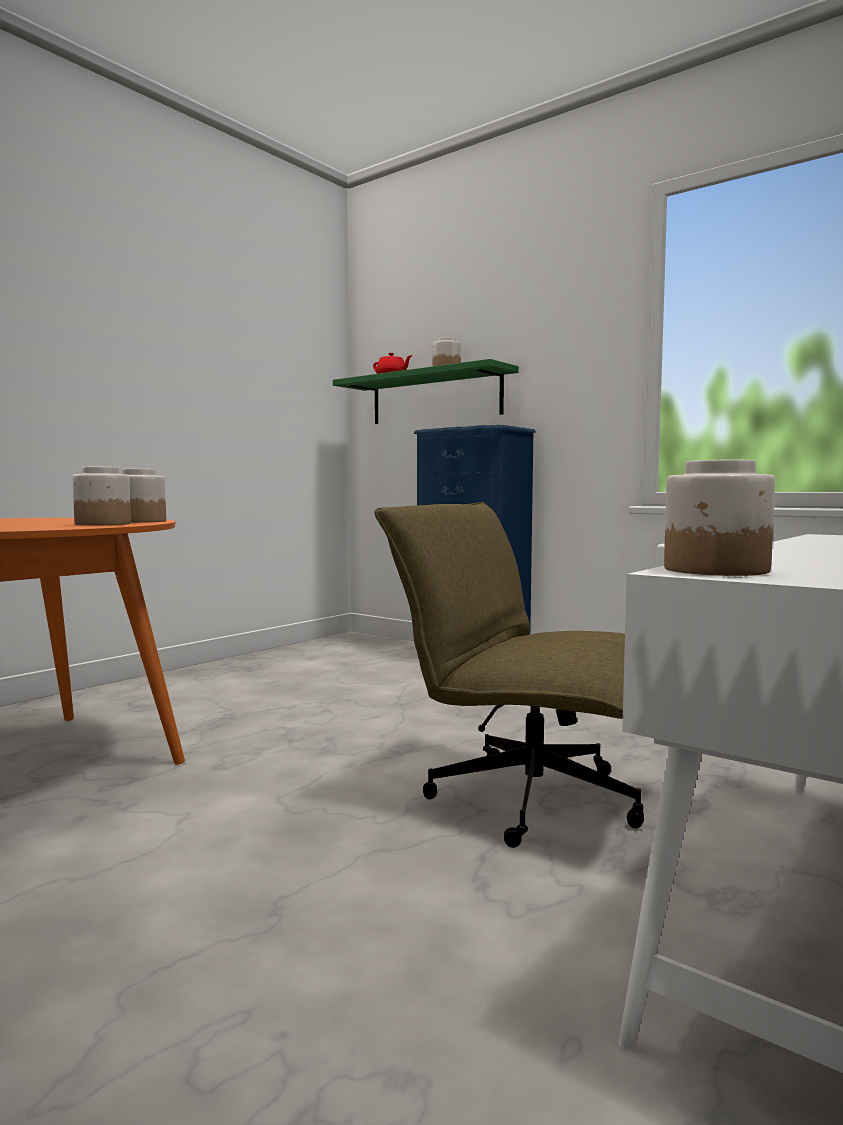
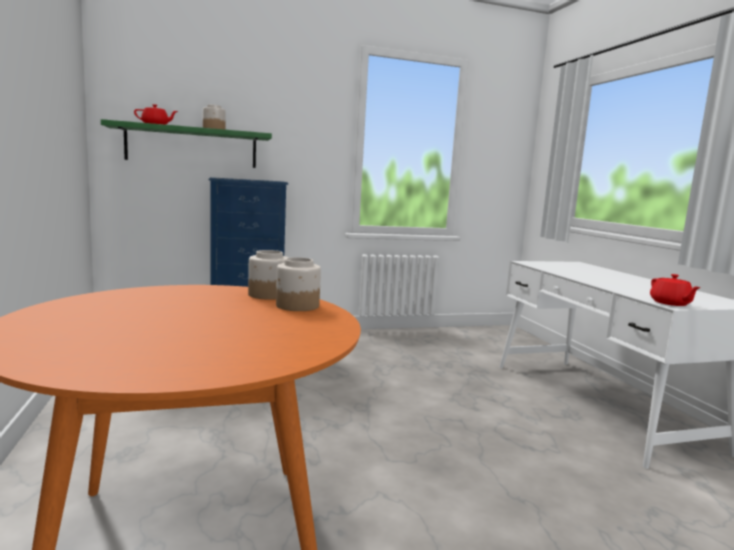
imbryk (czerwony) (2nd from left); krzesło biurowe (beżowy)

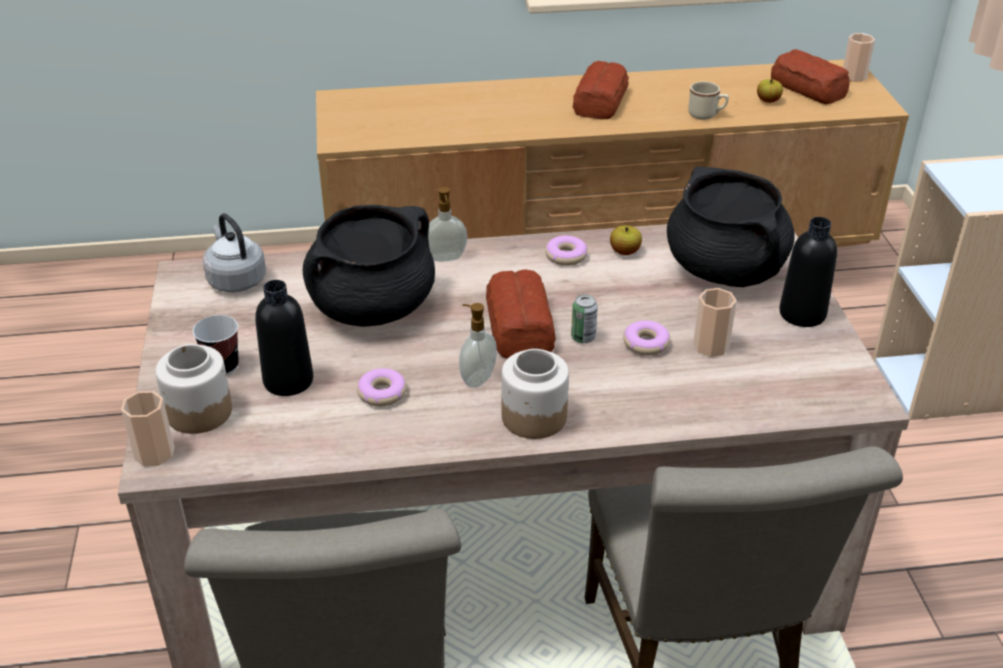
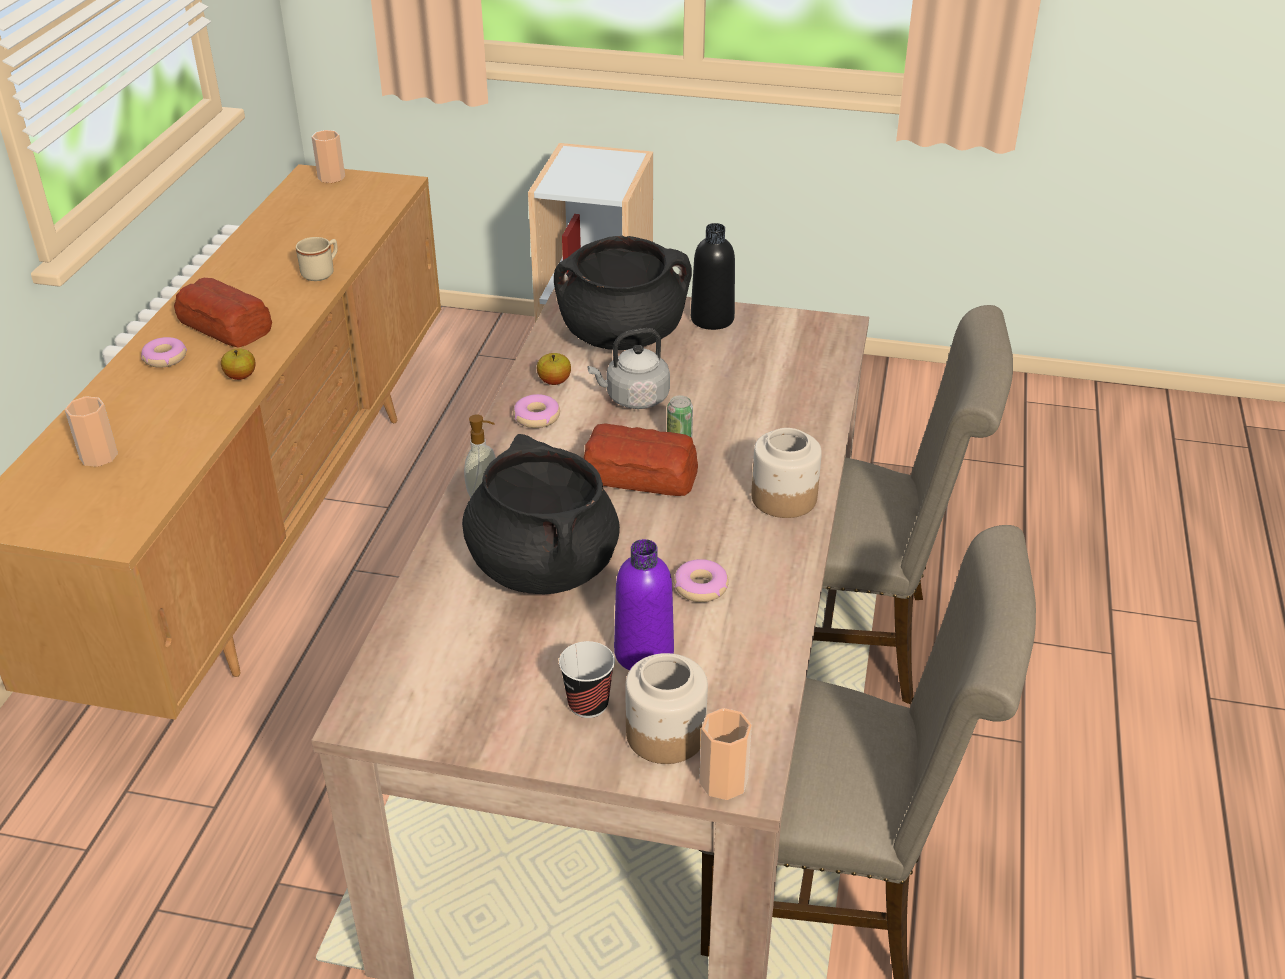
chleb (3rd from left in the first image); jabłko (1st from left); czajnik (szary); butelka (fioletowy); filiżanka (1st from left); dozownik mydła (2nd from left in the first image); donut (1st from left)

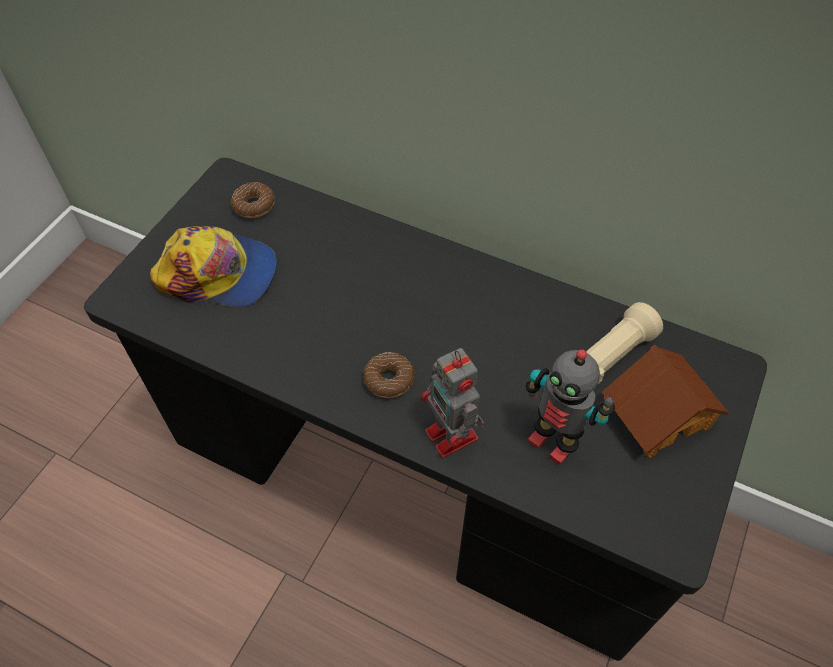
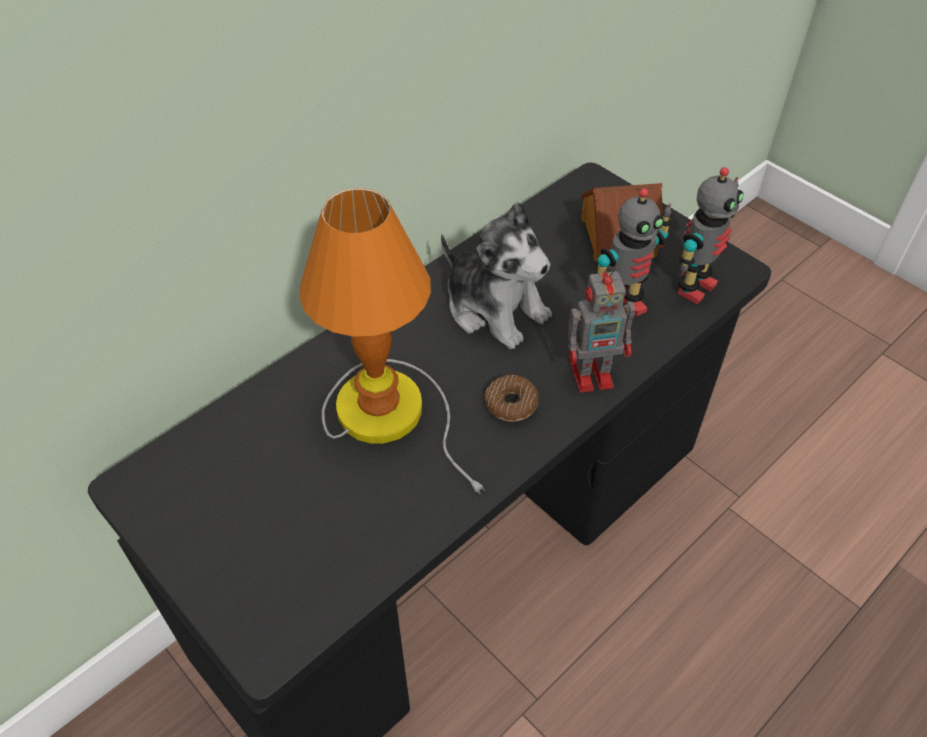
donut (1st from left in the first image); czapka z daszkiem; latarka (beżowy); robot zabawkowy (3rd from left); lampa stołowa; pluszak

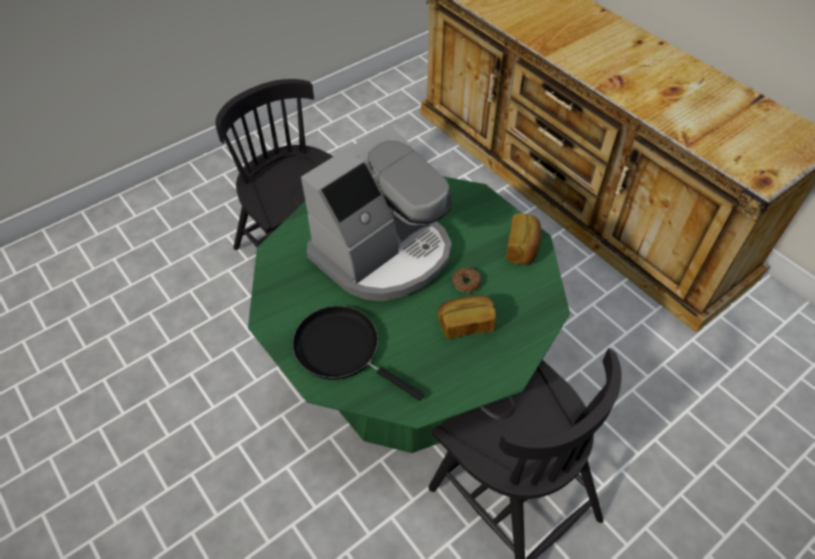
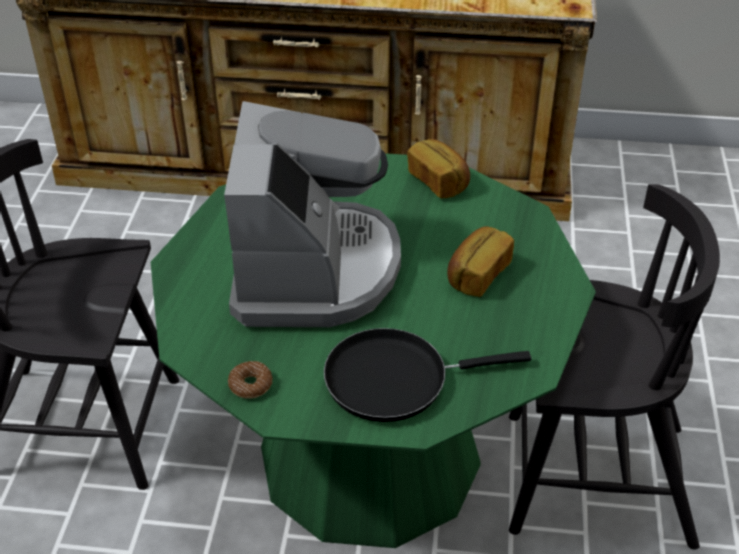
donut

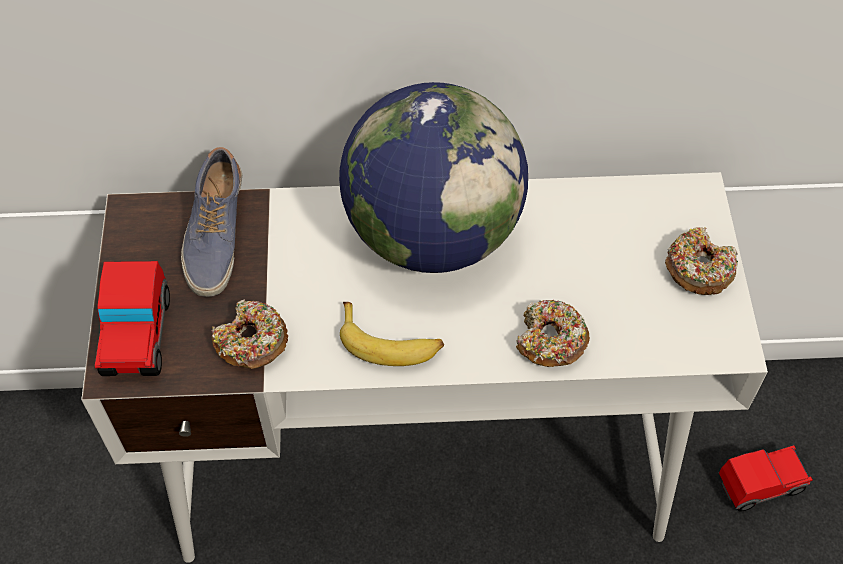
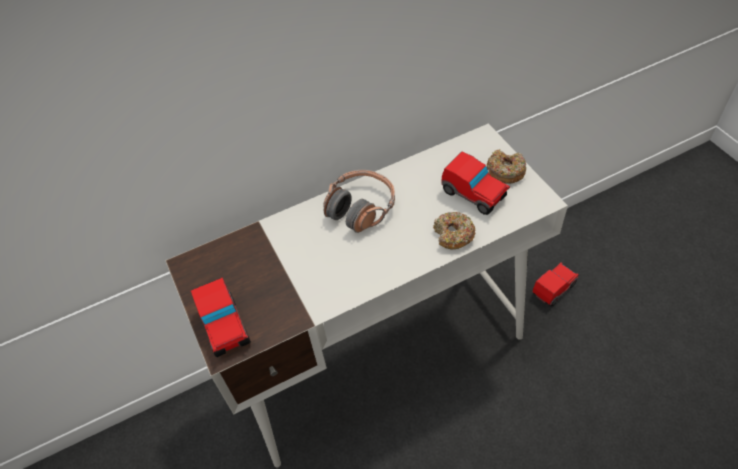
słuchawki; but; donut (1st from left in the first image); banan; samochodzik (2nd from left)

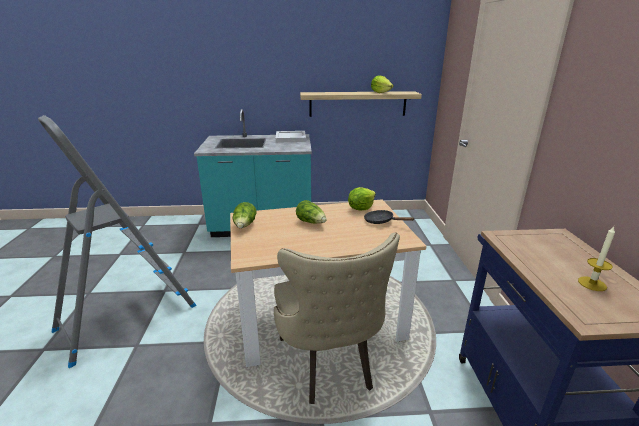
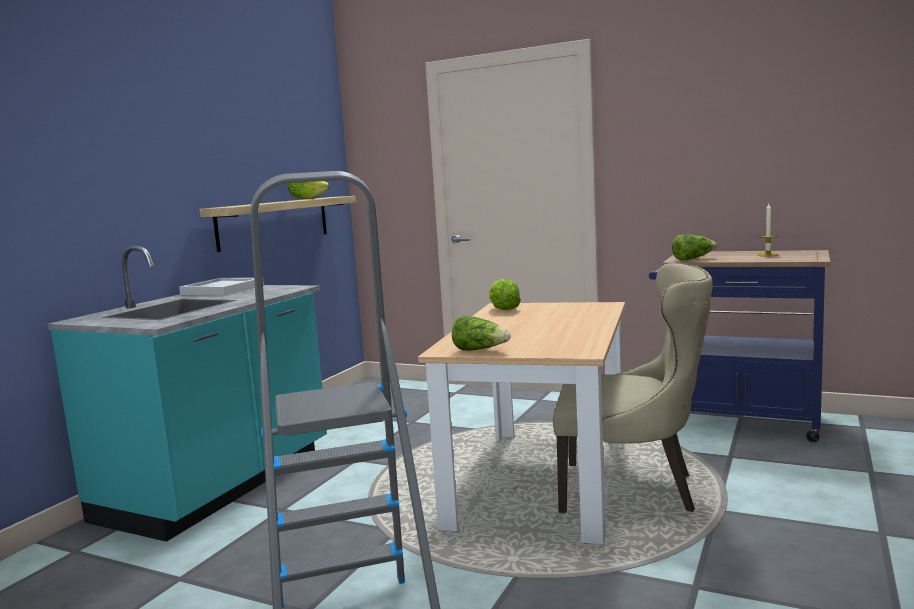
sałata (4th from left); patelnia (czarny)

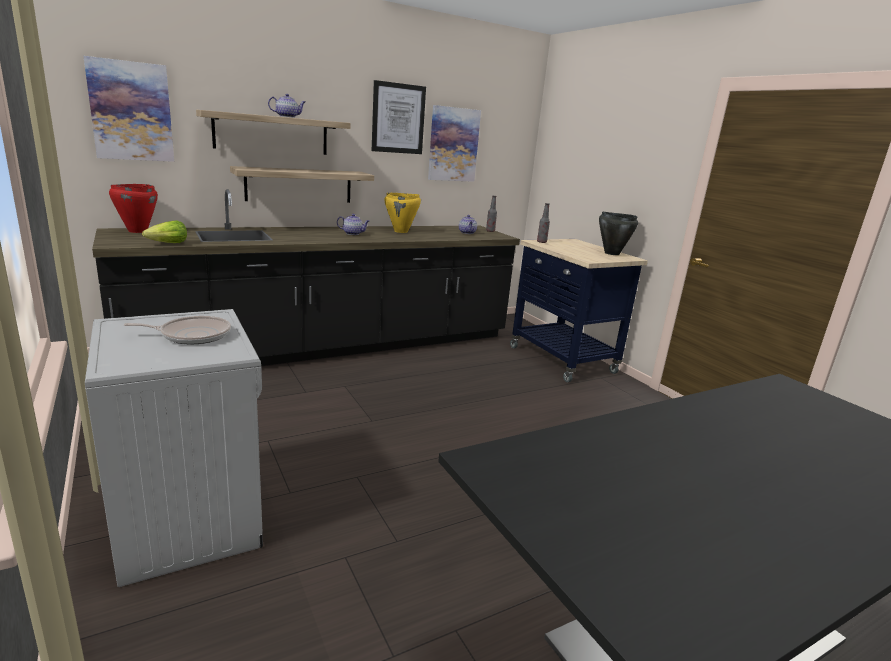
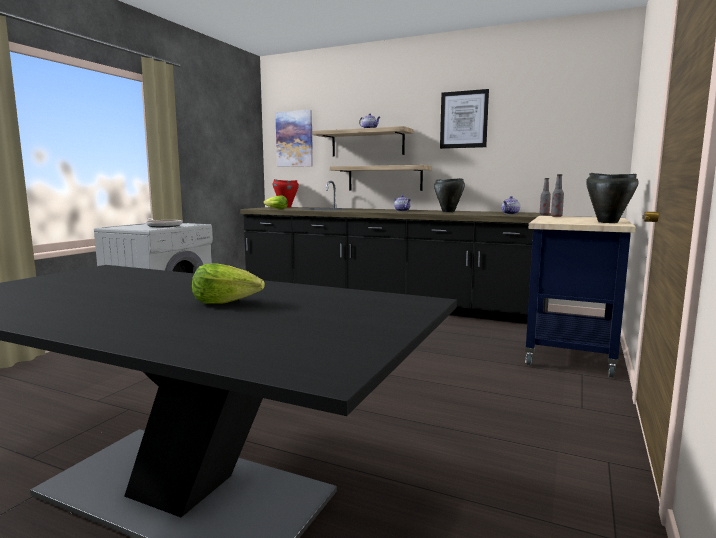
obraz (3rd from left in the first image); garnek (czarny) (1st from left); sałata (1st from left)

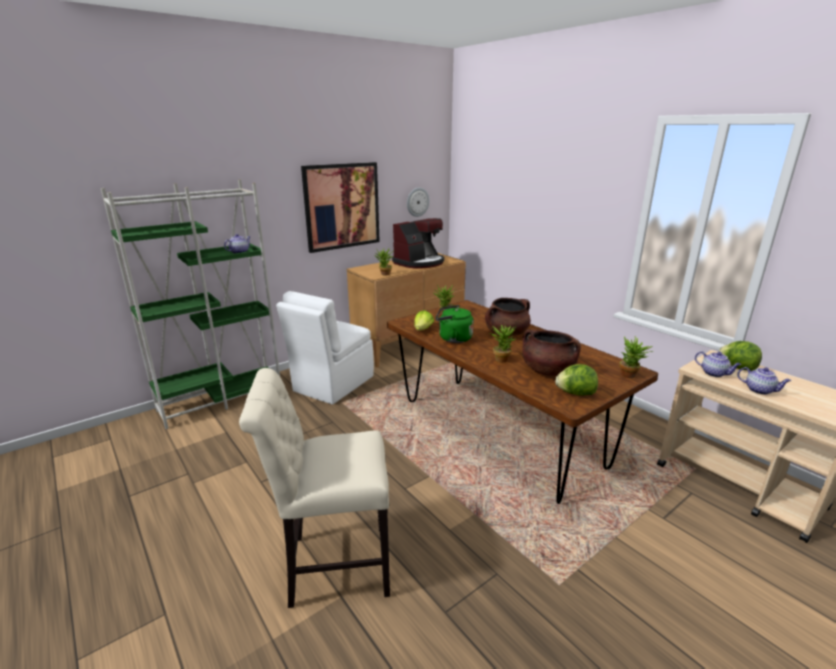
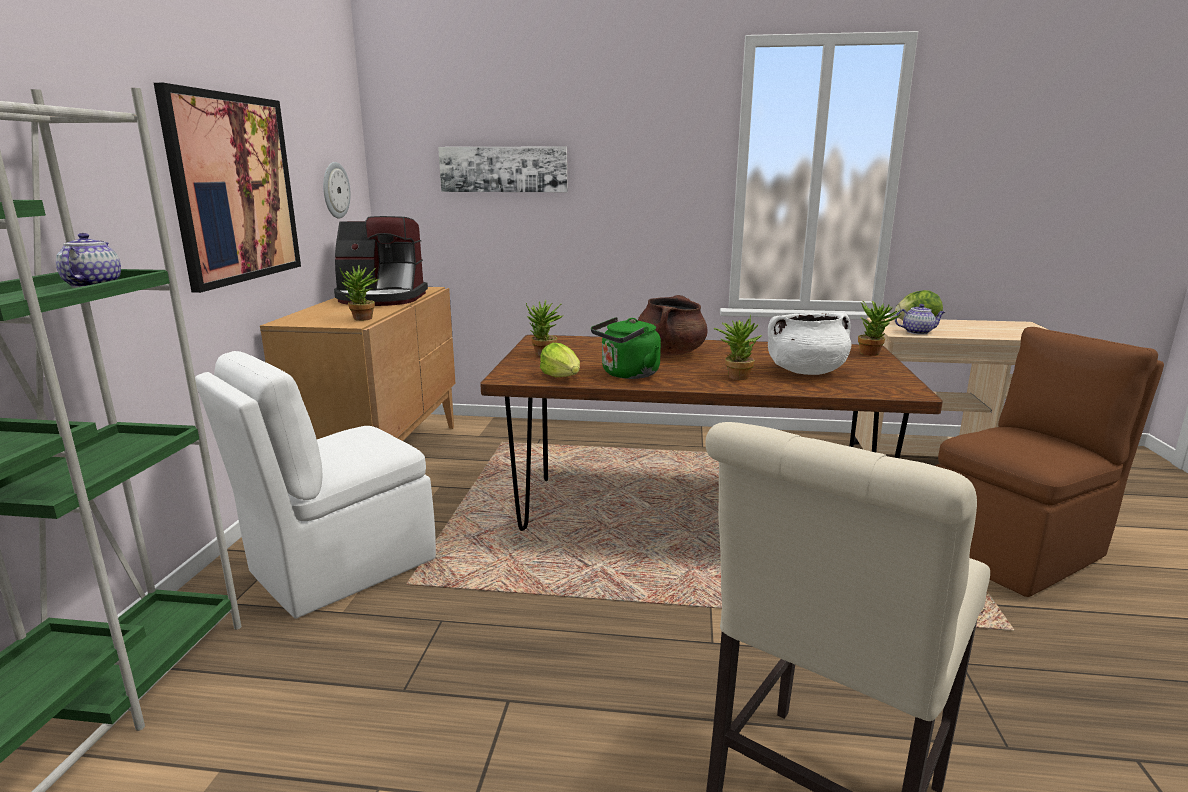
ekspres do kawy; krzesło (biały); garnek (biały); sałata (2nd from left in the first image); imbryk (3rd from left in the first image); obraz (2nd from left); krzesło (brązowy)

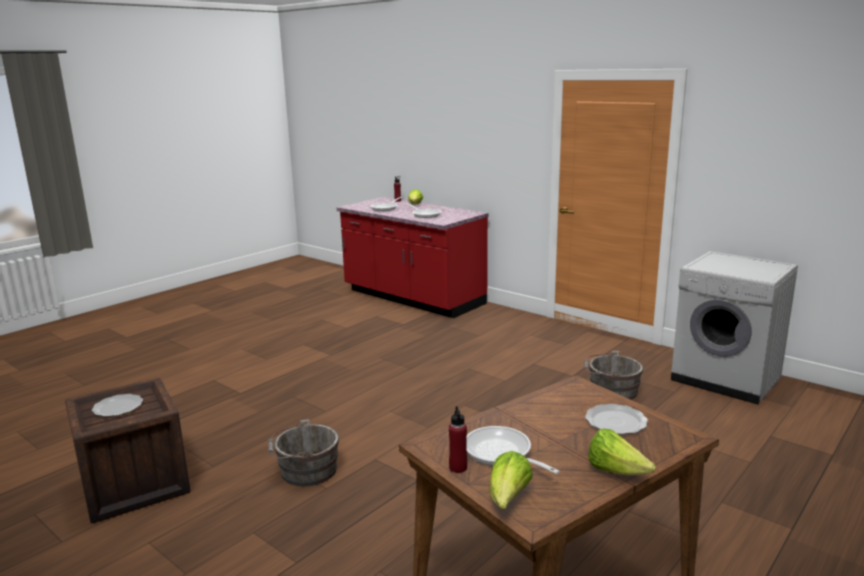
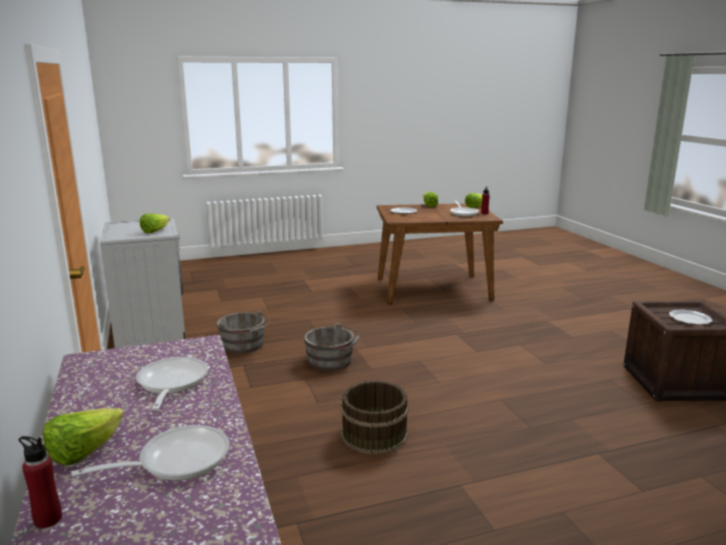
wiadro (szary) (2nd from left); sałata (2nd from left); wiadro (brązowy)

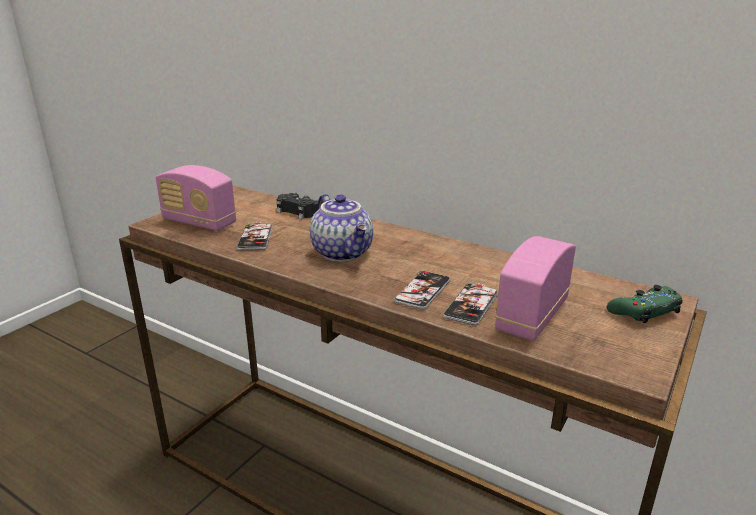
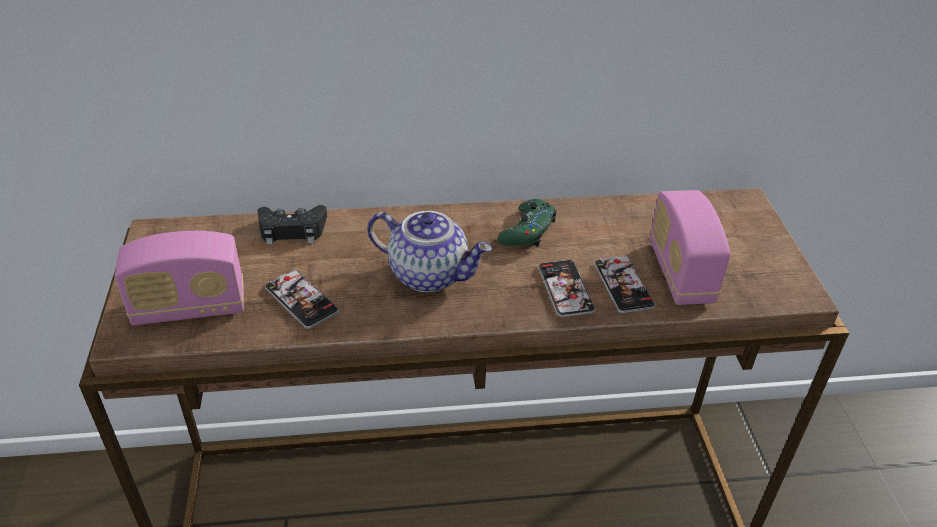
pad do gier (zielony)

